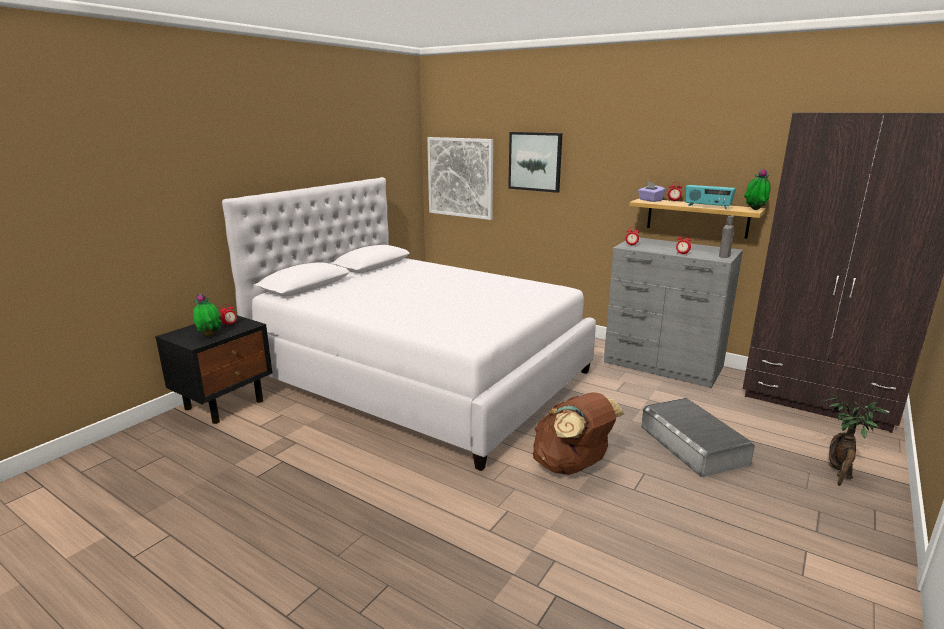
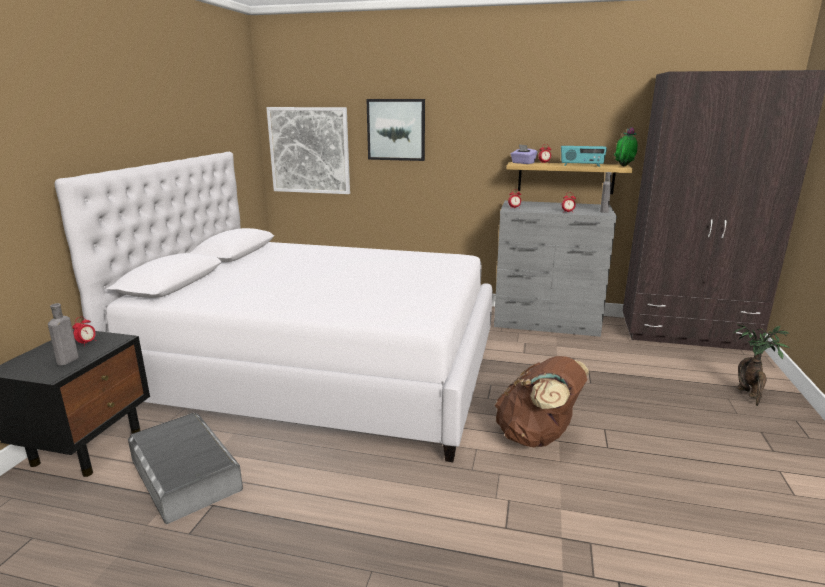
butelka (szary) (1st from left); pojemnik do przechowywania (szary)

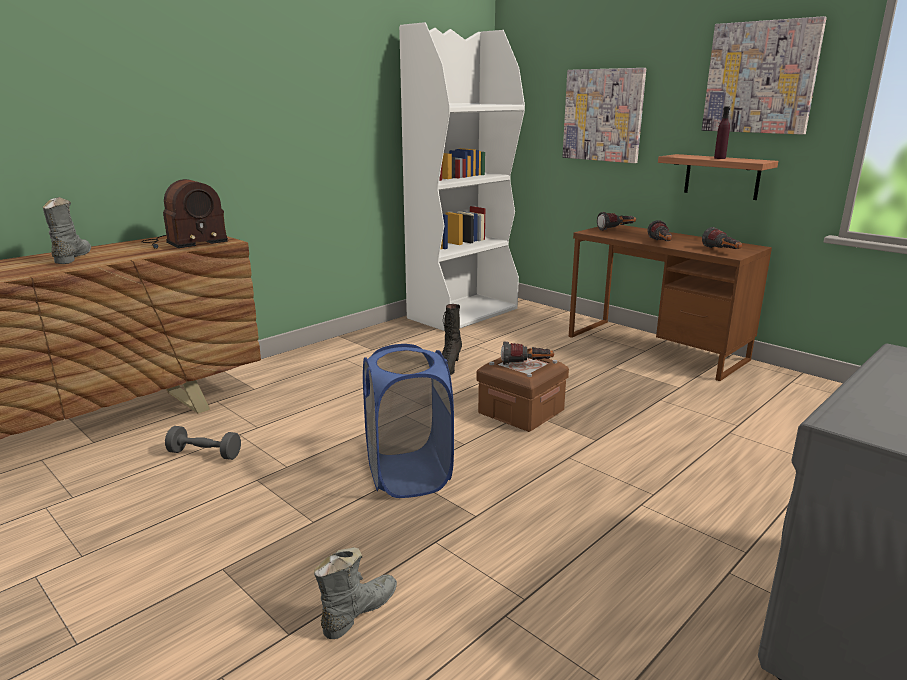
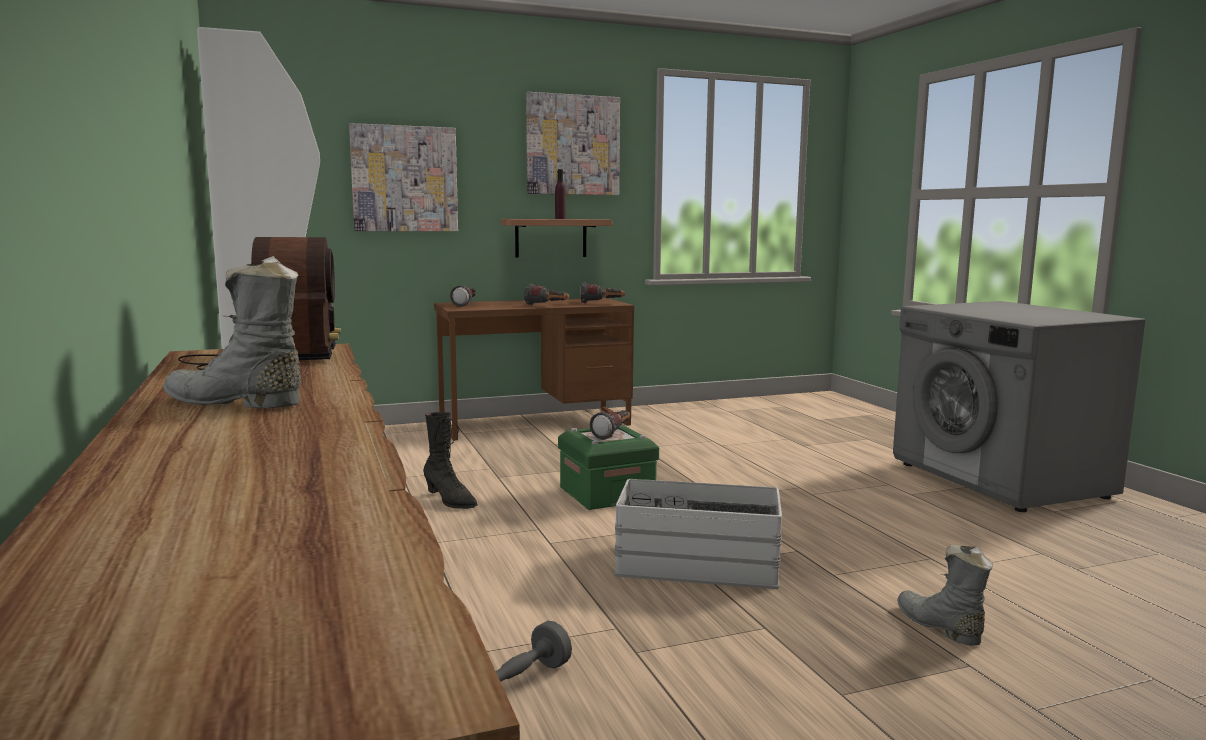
pojemnik do przechowywania (szary); pojemnik do przechowywania (zielony)

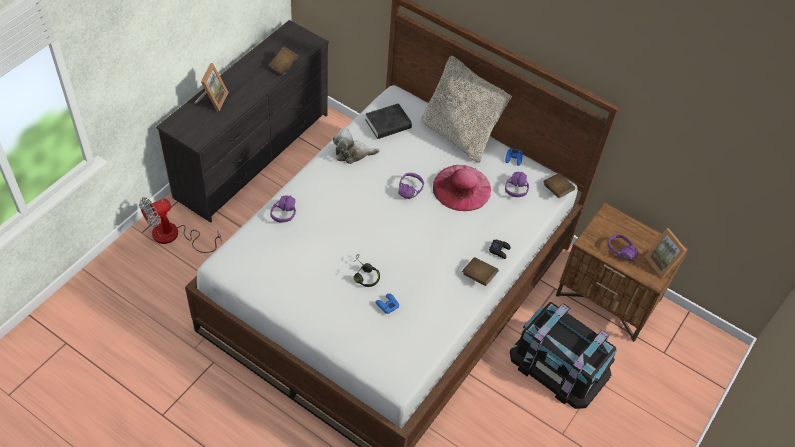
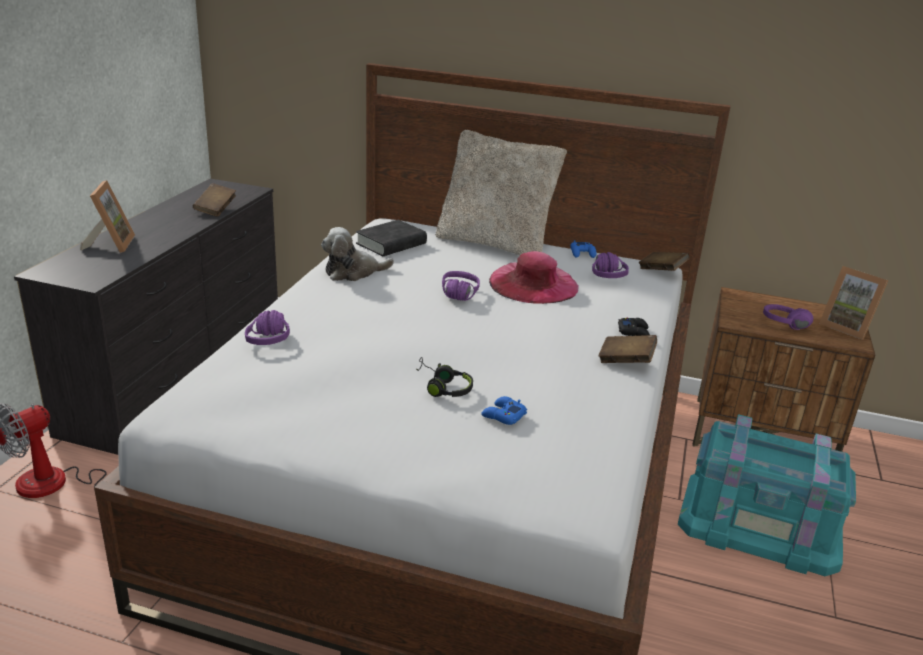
pojemnik do przechowywania (turkusowy)

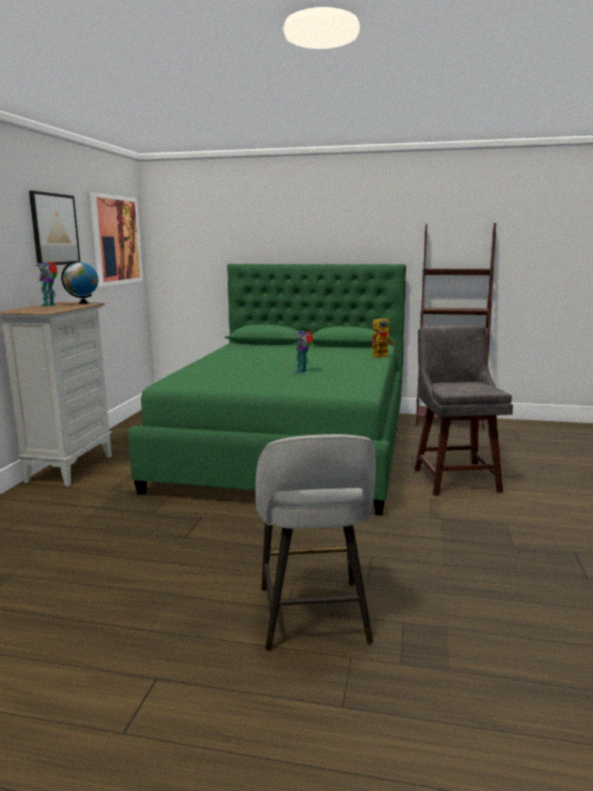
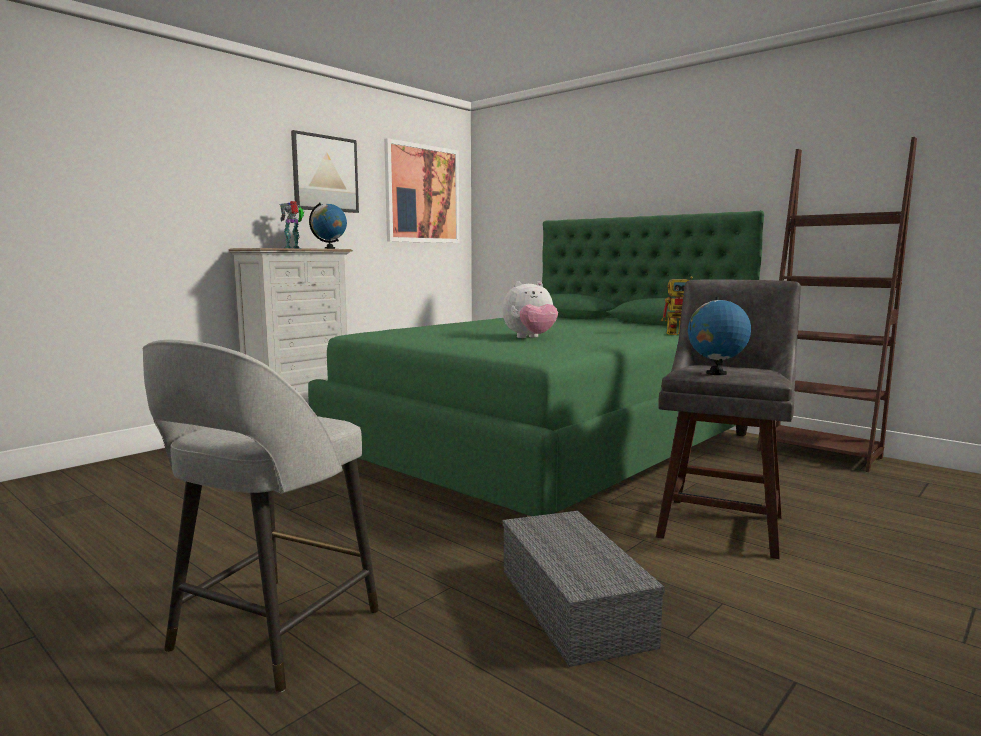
pluszak; globus (2nd from left); pojemnik do przechowywania (szary)

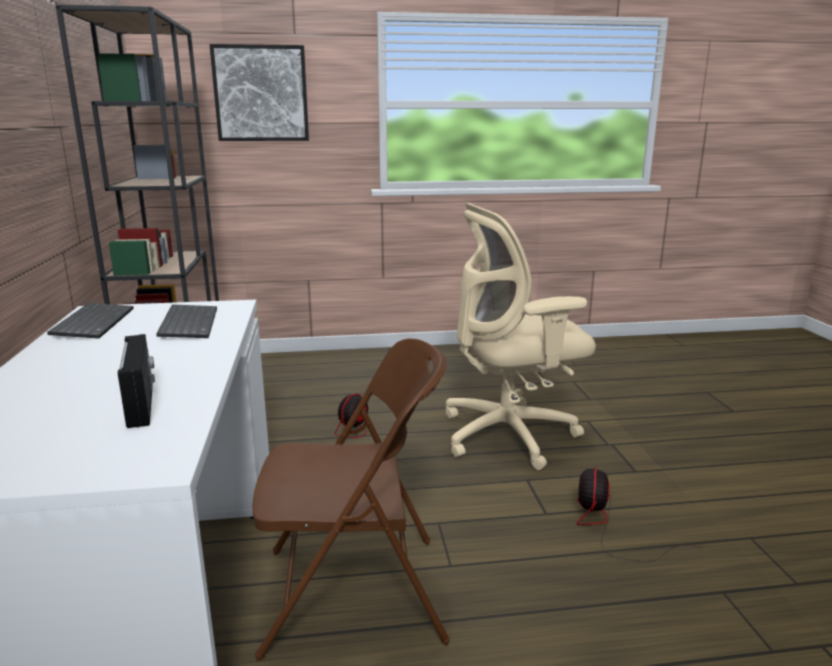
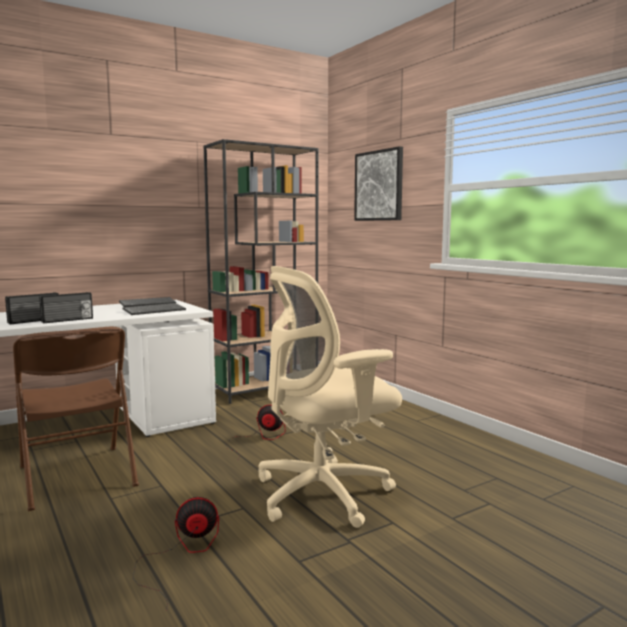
krzesło biurowe (beżowy); radio (2nd from left)

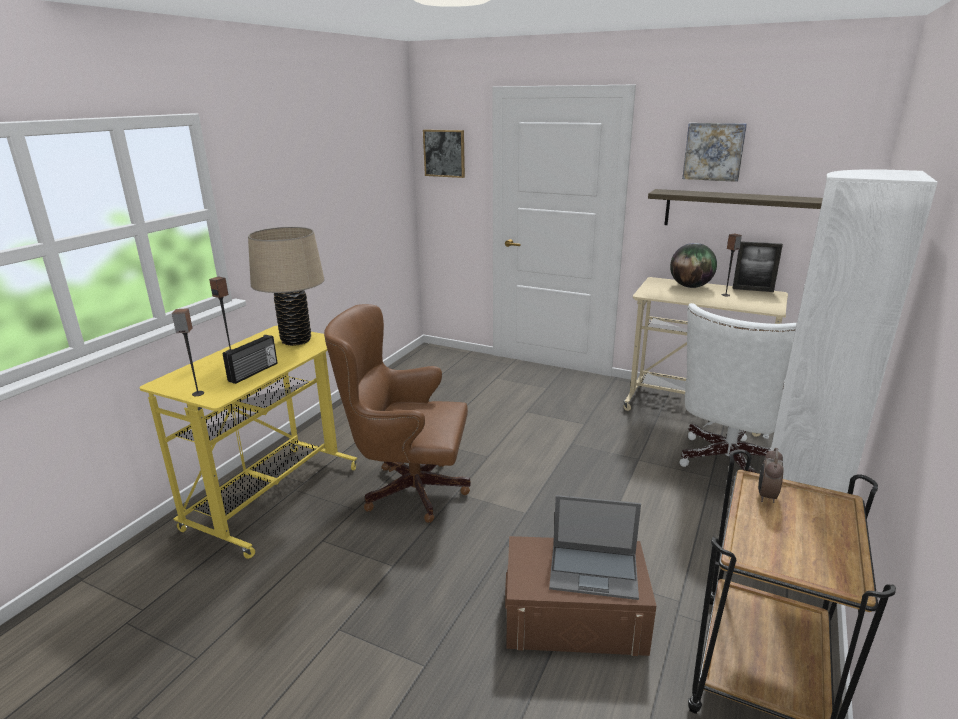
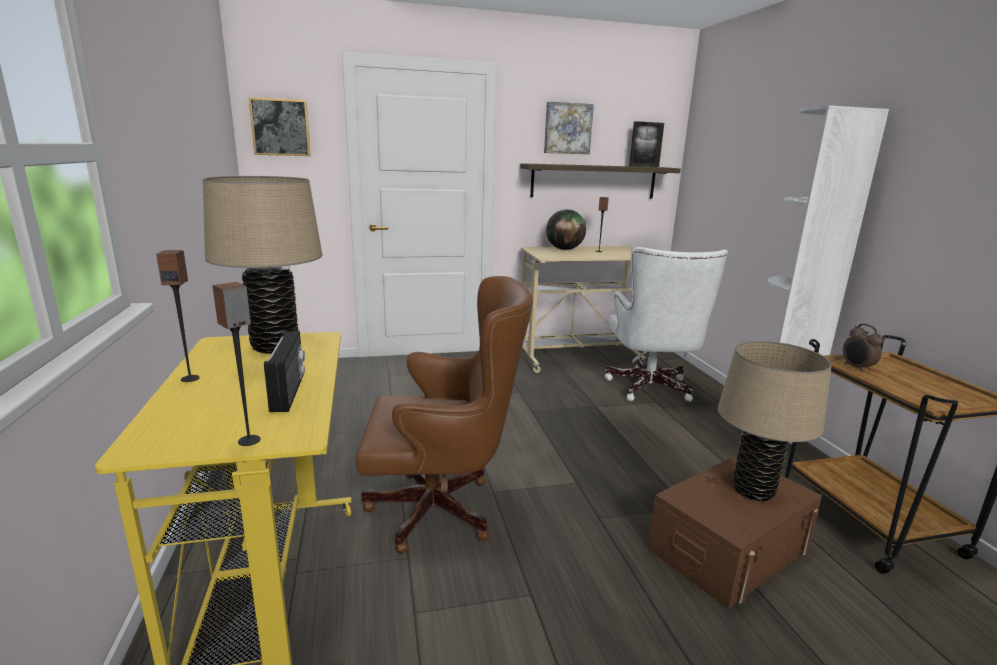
ramka na zdjęcie; krzesło biurowe (brązowy); lampa stołowa (beżowy) (2nd from left)

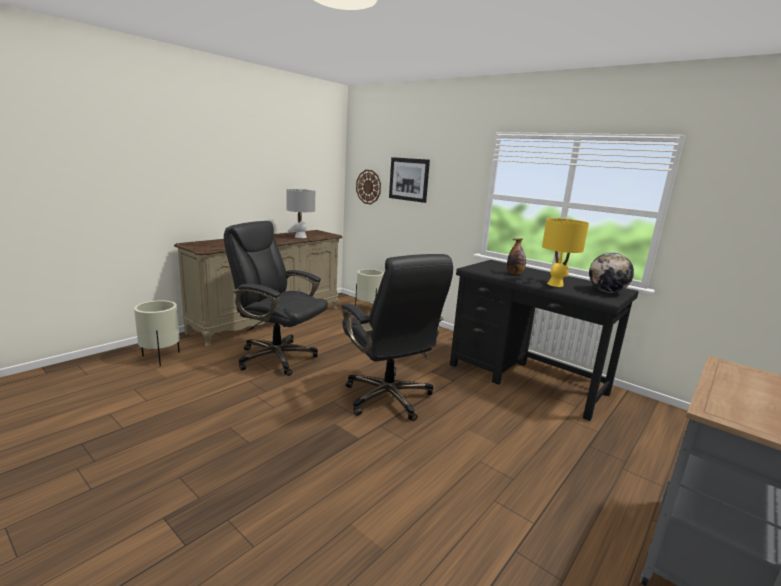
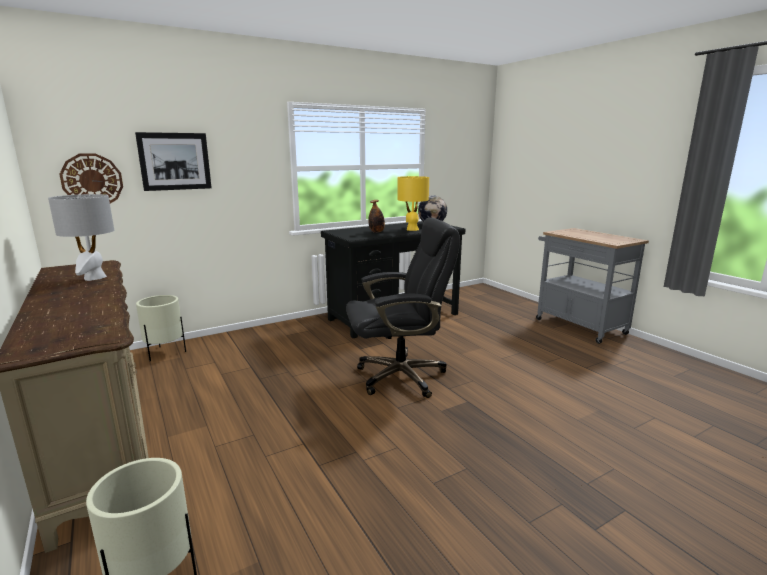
krzesło biurowe (czarny) (1st from left in the first image)

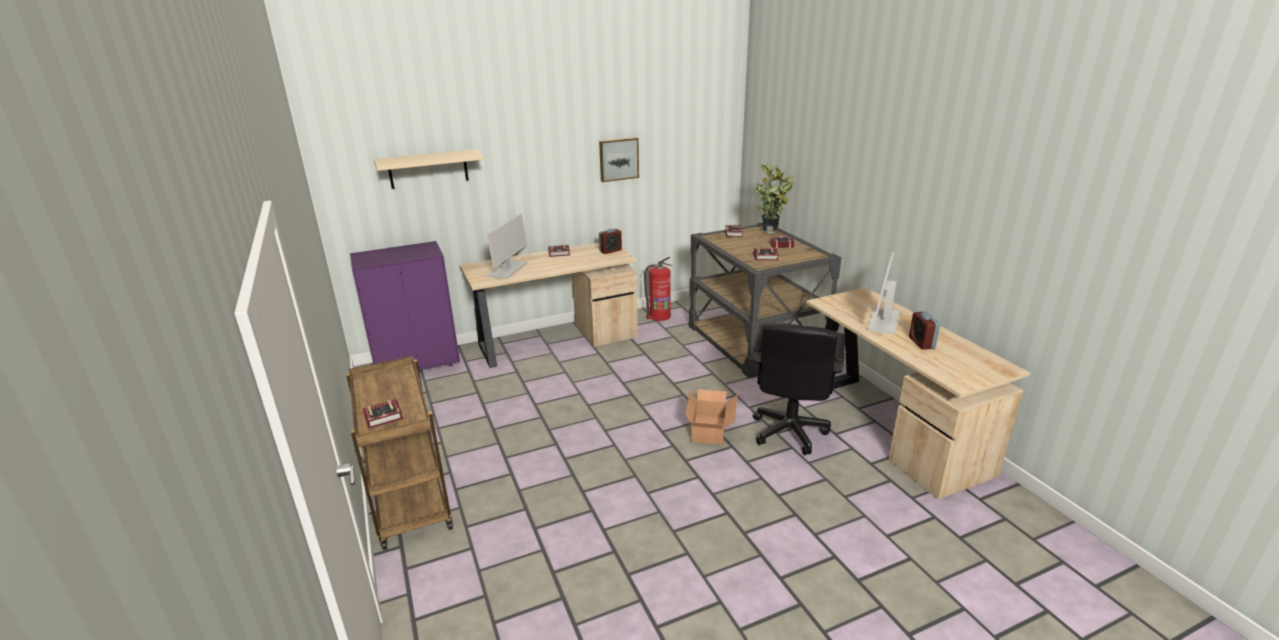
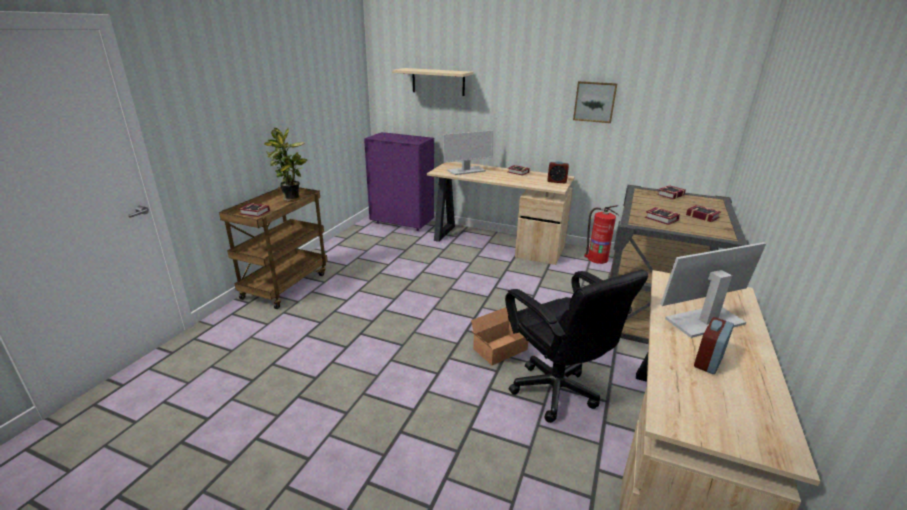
roślina doniczkowa; krzesło biurowe (czarny)

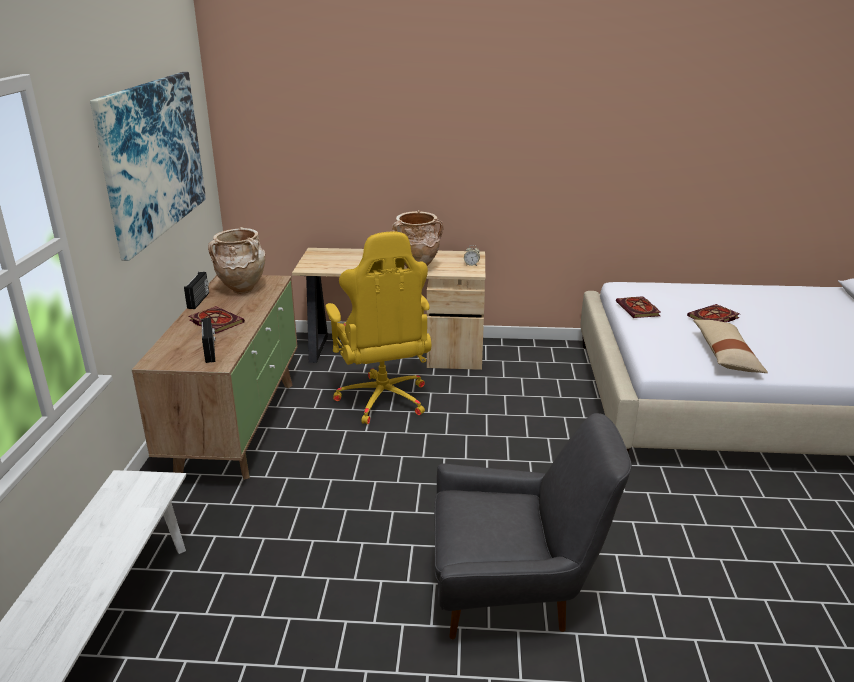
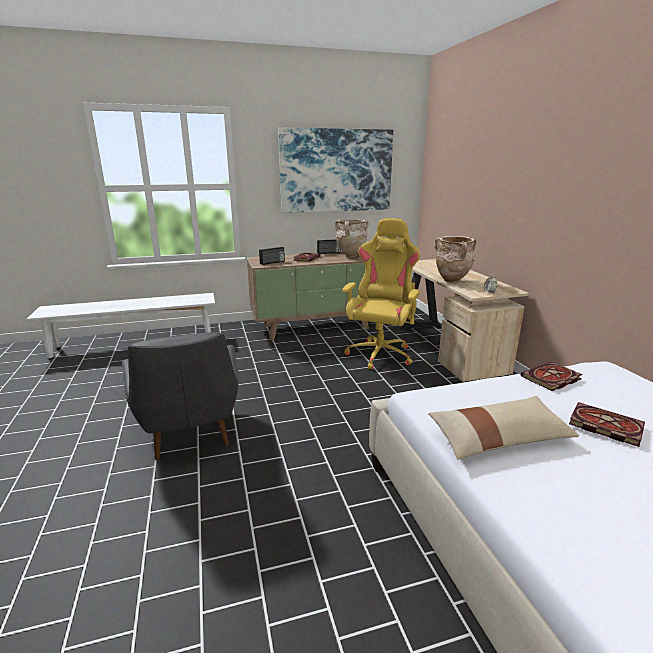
krzesło biurowe (żółty)

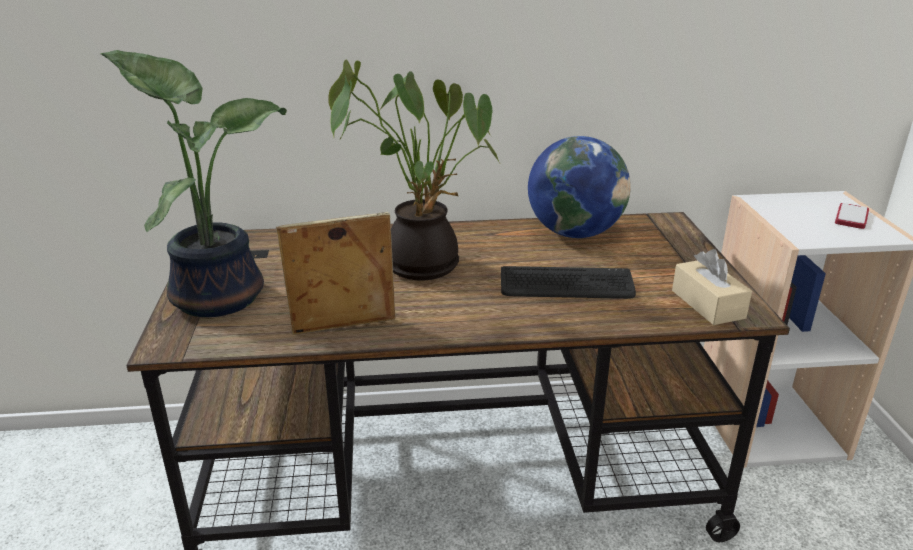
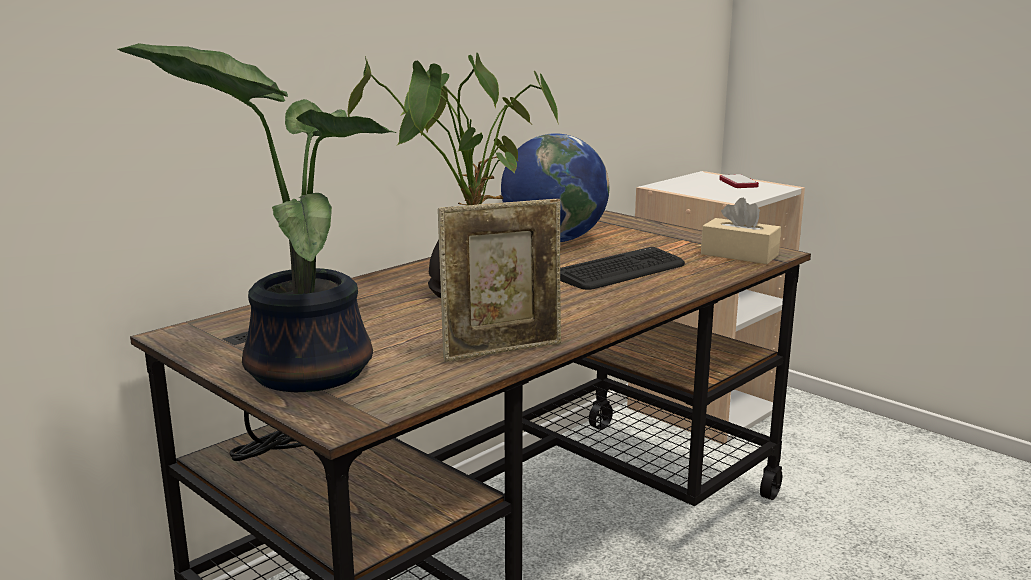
ramka na zdjęcie

